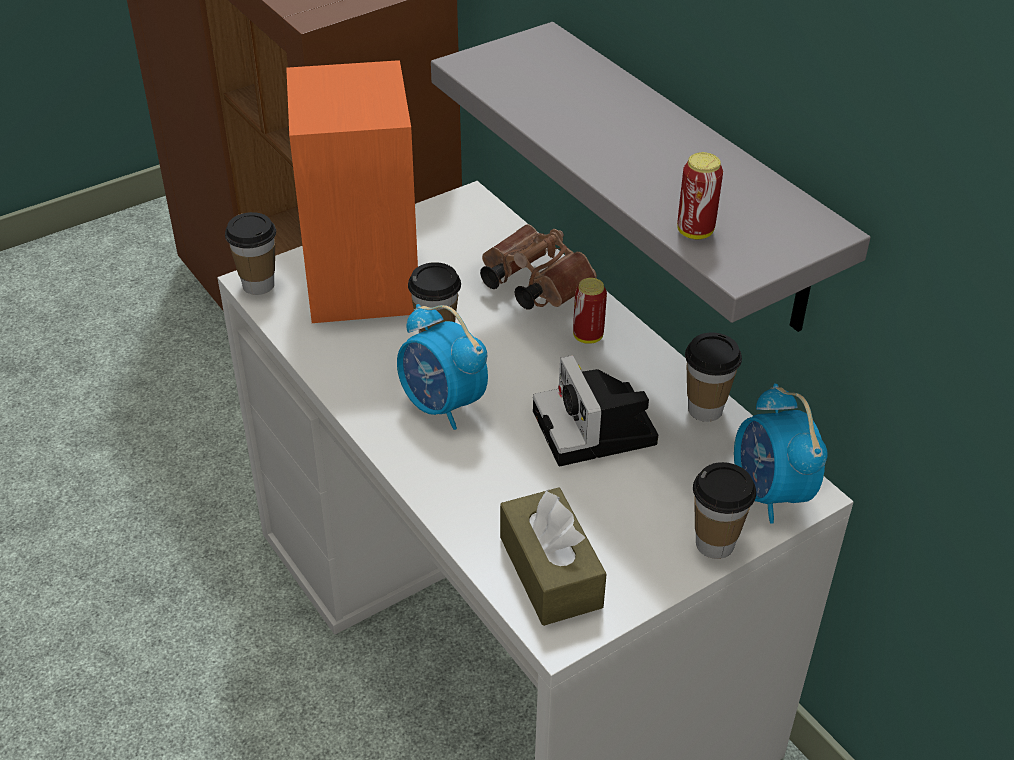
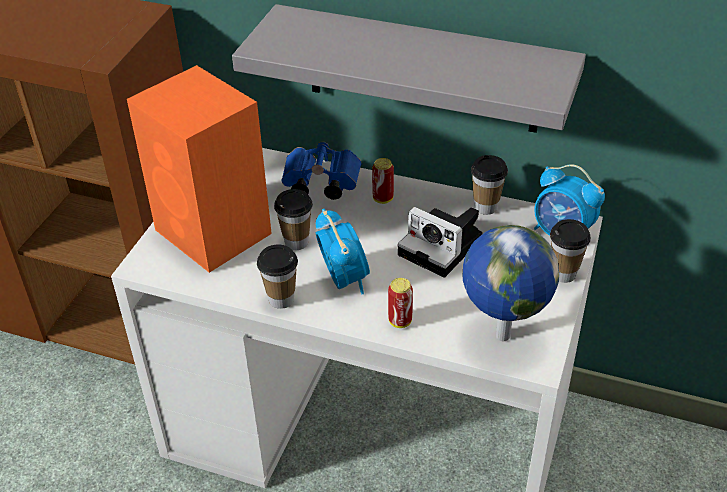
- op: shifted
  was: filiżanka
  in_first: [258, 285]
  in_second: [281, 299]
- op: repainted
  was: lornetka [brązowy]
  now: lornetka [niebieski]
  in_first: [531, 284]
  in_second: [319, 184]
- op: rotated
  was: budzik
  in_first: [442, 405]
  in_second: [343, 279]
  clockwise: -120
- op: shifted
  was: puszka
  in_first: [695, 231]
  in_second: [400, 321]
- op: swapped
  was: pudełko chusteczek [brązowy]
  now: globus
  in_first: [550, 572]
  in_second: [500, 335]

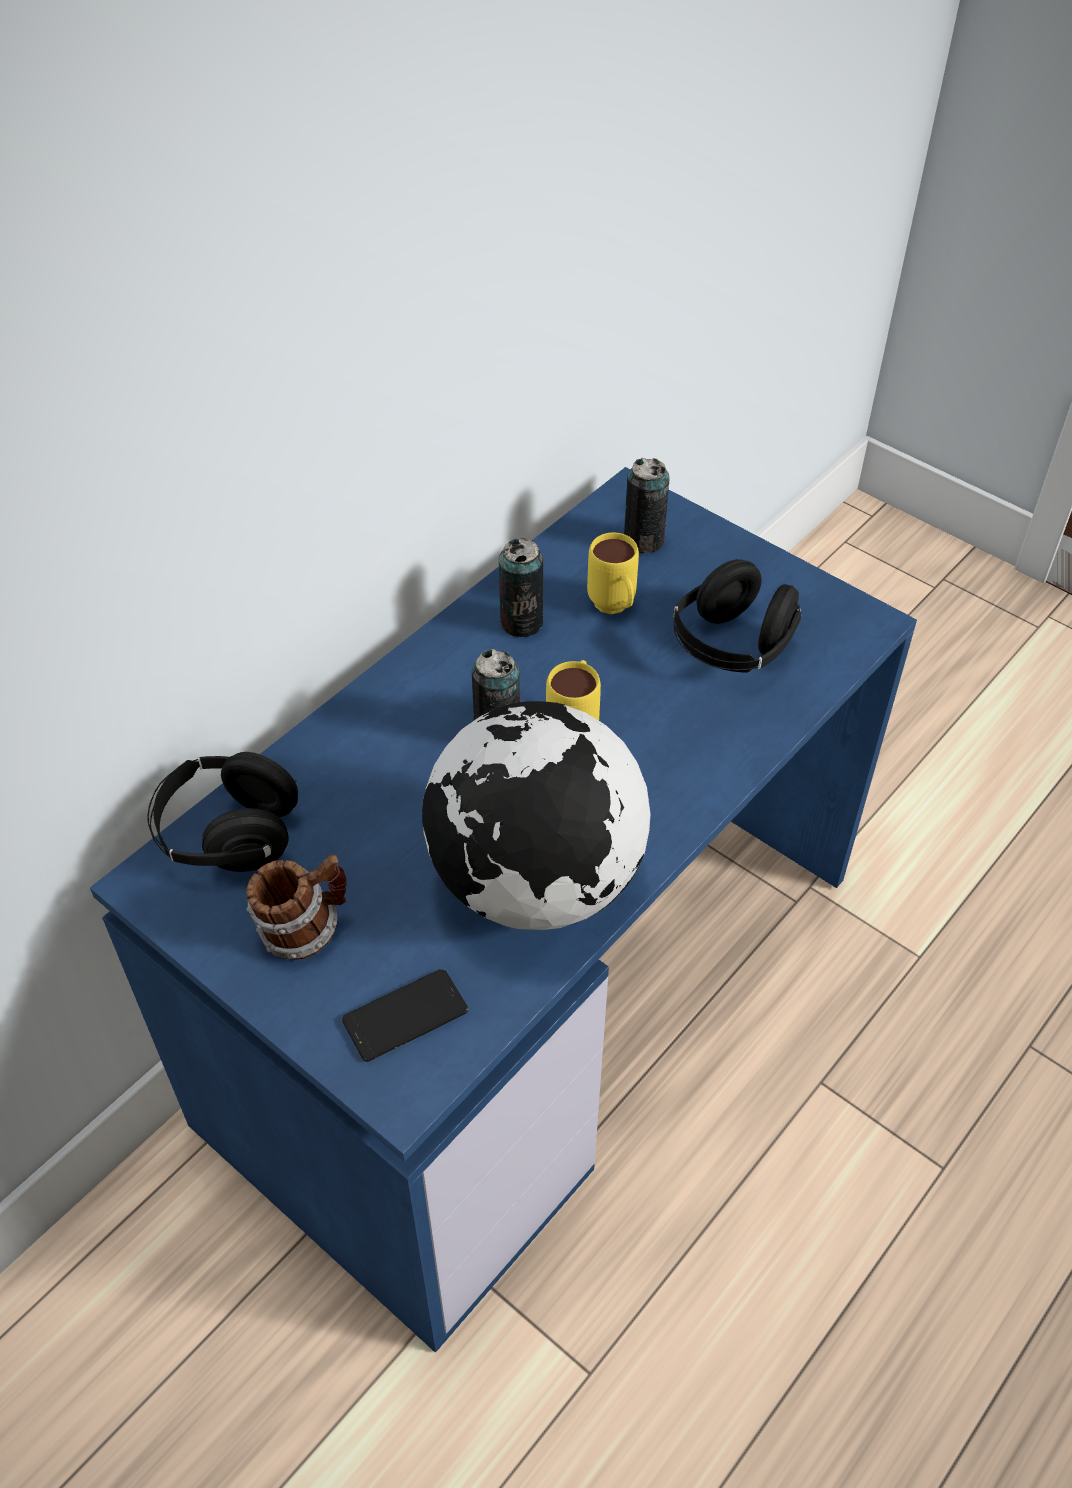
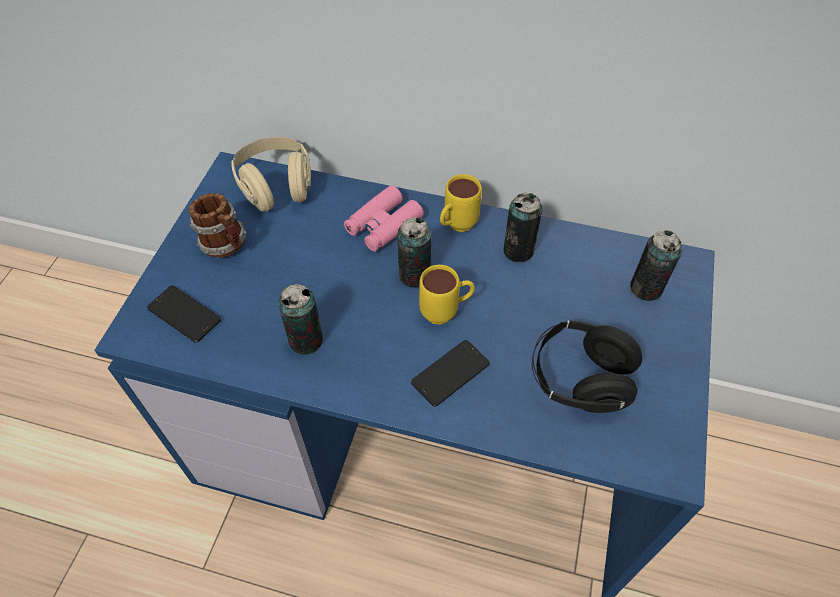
- op: repainted
  was: słuchawki [czarny]
  now: słuchawki [beżowy]
  in_first: [228, 835]
  in_second: [276, 187]
- op: swapped
  was: globus
  now: puszka
  in_first: [536, 882]
  in_second: [306, 340]
- op: new
  now: lornetka [różowy]
  in_second: [383, 225]
- op: new
  now: telefon
  in_second: [450, 373]
- op: shifted
  was: kubek [żółty]
  in_first: [614, 609]
  in_second: [456, 227]

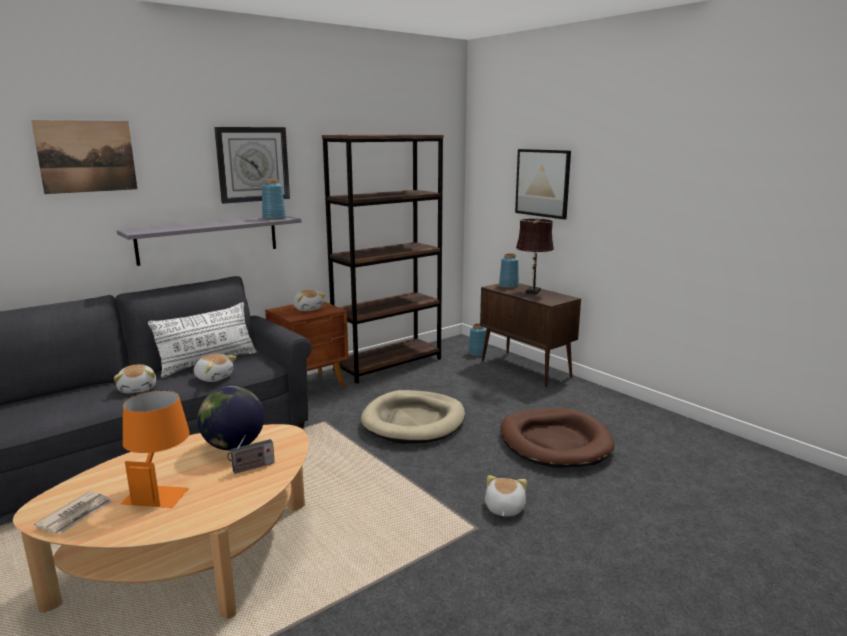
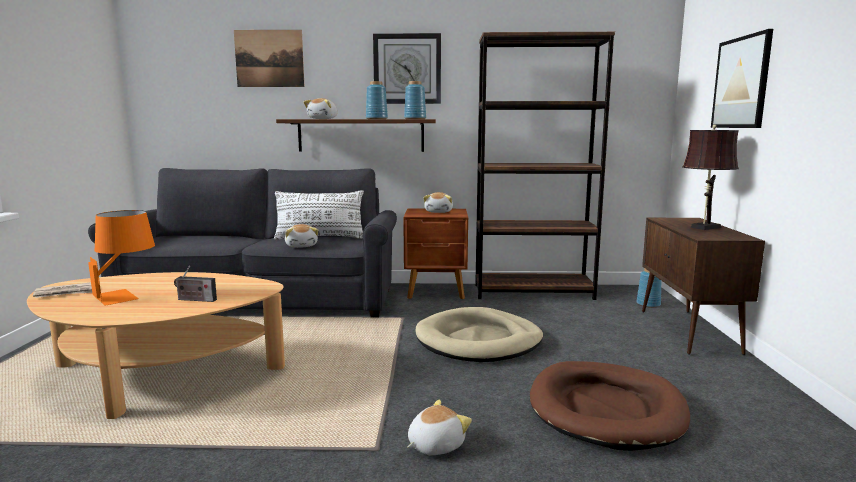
- op: repainted
  was: półka [szary]
  now: półka [brązowy]
  in_first: [209, 239]
  in_second: [361, 135]
- op: shifted
  was: pluszak
  in_first: [138, 389]
  in_second: [323, 119]
- op: shifted
  was: wazon [niebieski]
  in_first: [508, 286]
  in_second: [377, 119]
- op: gone
  was: globus
  in_first: [233, 446]

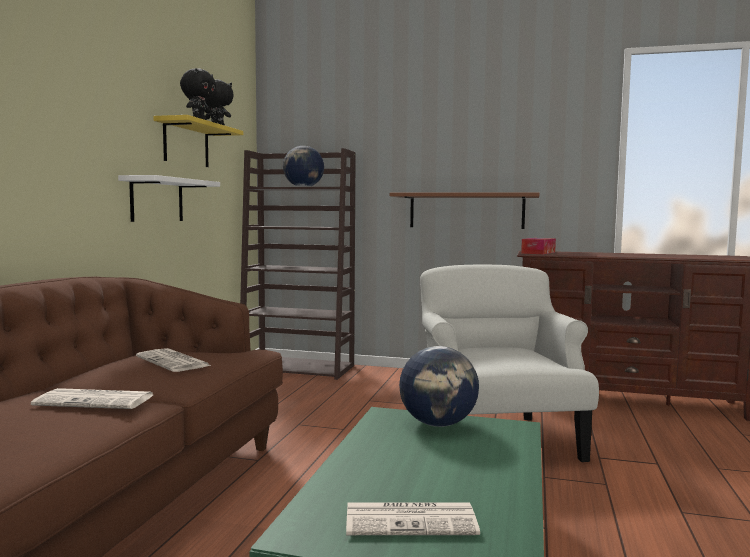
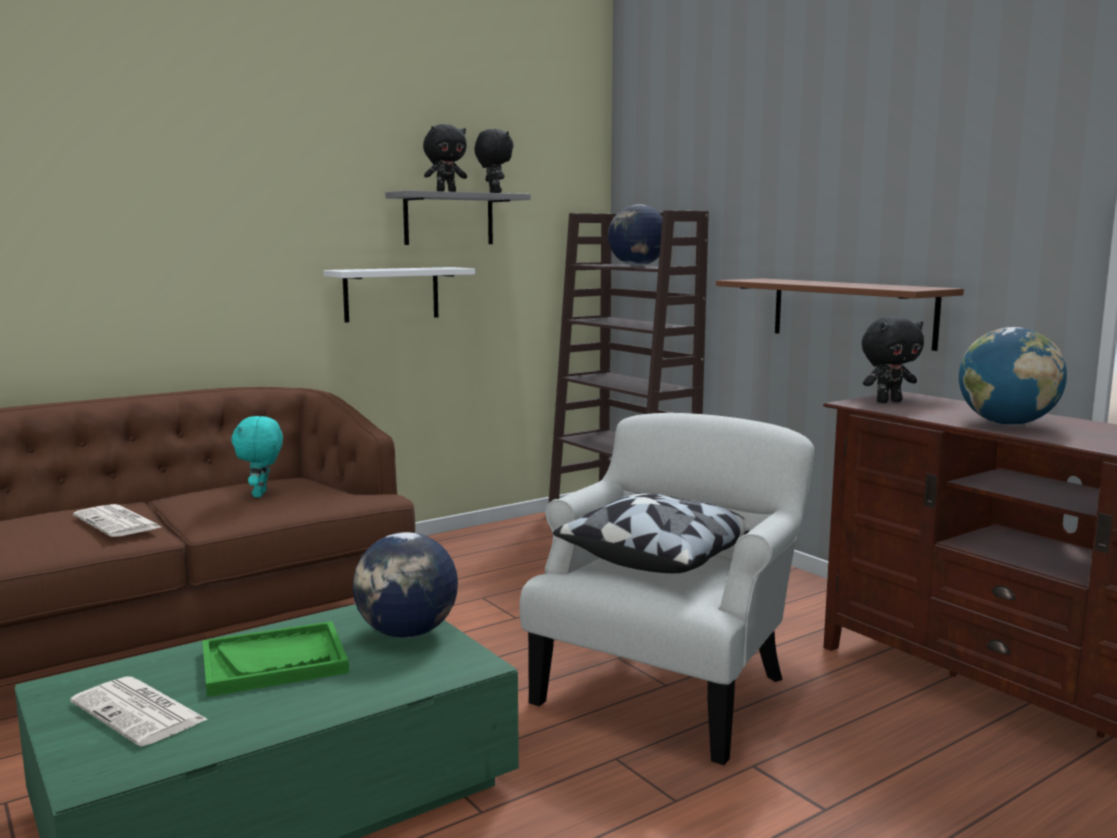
- op: new
  now: taca [zielony]
  in_second: [274, 662]
- op: swapped
  was: gazeta
  now: pluszak [turkusowy]
  in_first: [174, 362]
  in_second: [261, 494]
- op: repainted
  was: półka [żółty]
  now: półka [szary]
  in_first: [186, 144]
  in_second: [448, 219]
- op: new
  now: poduszka
  in_second: [659, 557]
- op: swapped
  was: pudełko chusteczek
  now: pluszak [czarny]
  in_first: [538, 252]
  in_second: [888, 401]
- op: new
  now: globus
  in_second: [1007, 424]

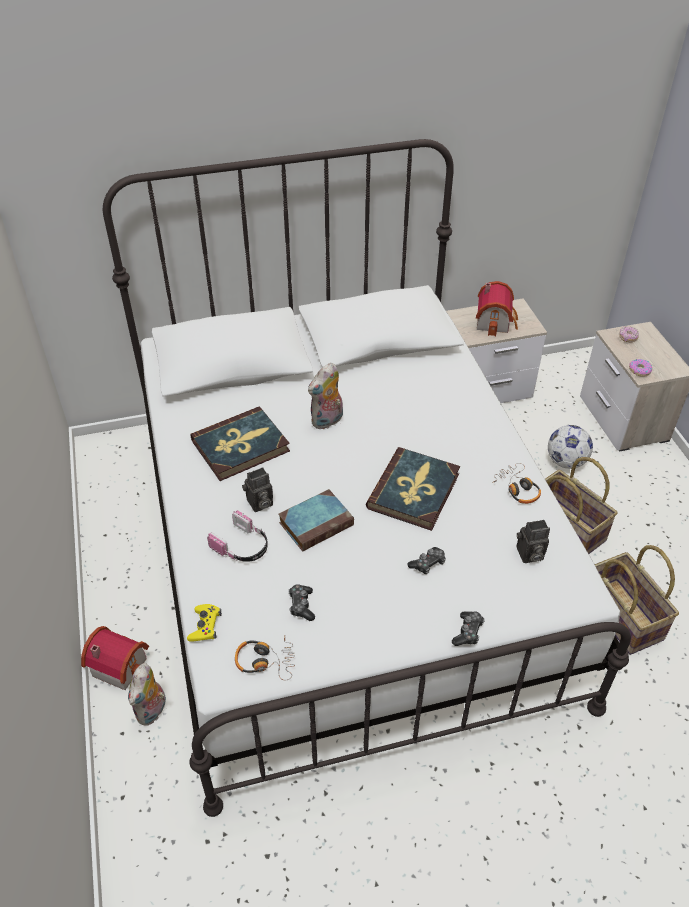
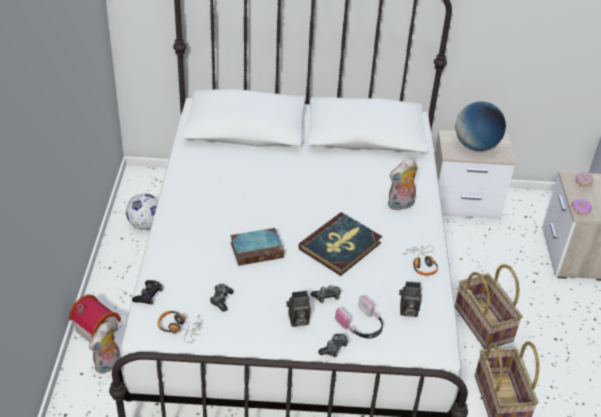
- op: shifted
  was: piłka futbolowa
  in_first: [566, 461]
  in_second: [146, 225]
- op: repainted
  was: pad do gier [żółty]
  now: pad do gier [czarny]
  in_first: [205, 626]
  in_second: [148, 295]
- op: shifted
  was: aparat fotograficzny
  in_first: [259, 504]
  in_second: [297, 321]
- op: shifted
  was: słuchawki
  in_first: [242, 546]
  in_second: [361, 326]
- op: shifted
  was: pluszak
  in_first: [327, 421]
  in_second: [401, 205]
- op: swapped
  was: domek
  now: globus
  in_first: [495, 321]
  in_second: [476, 146]
- op: gone
  was: książka
  in_first: [240, 446]

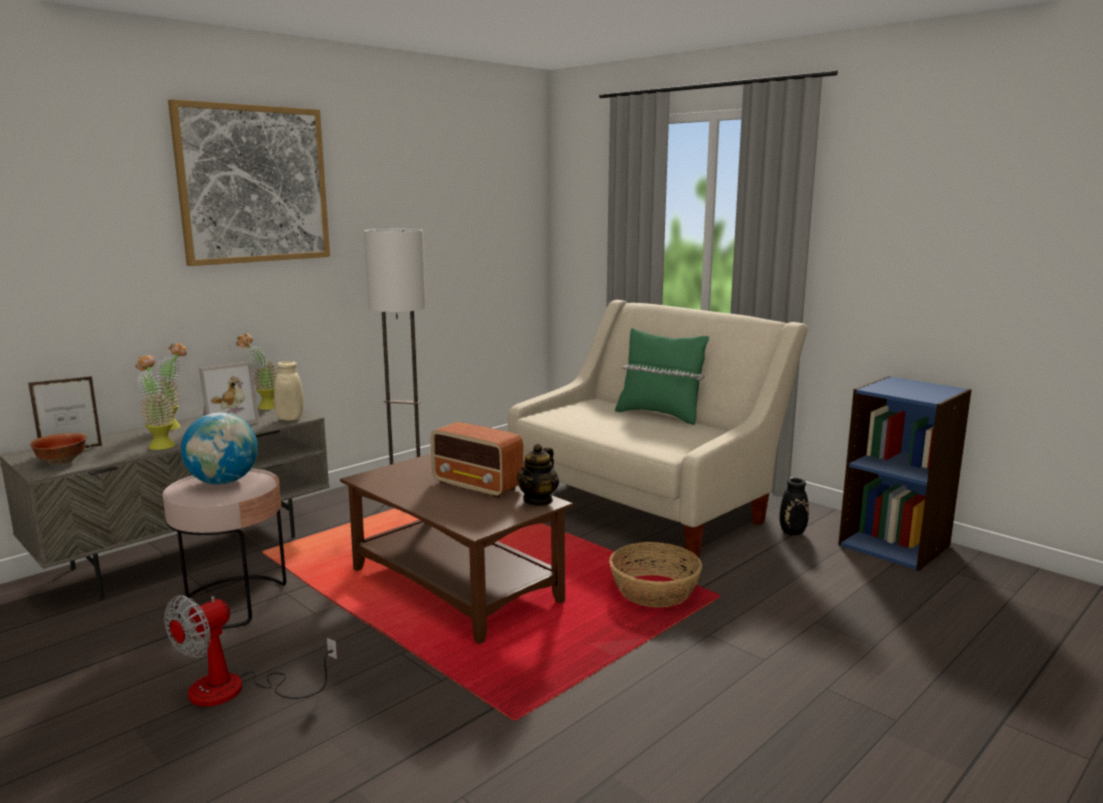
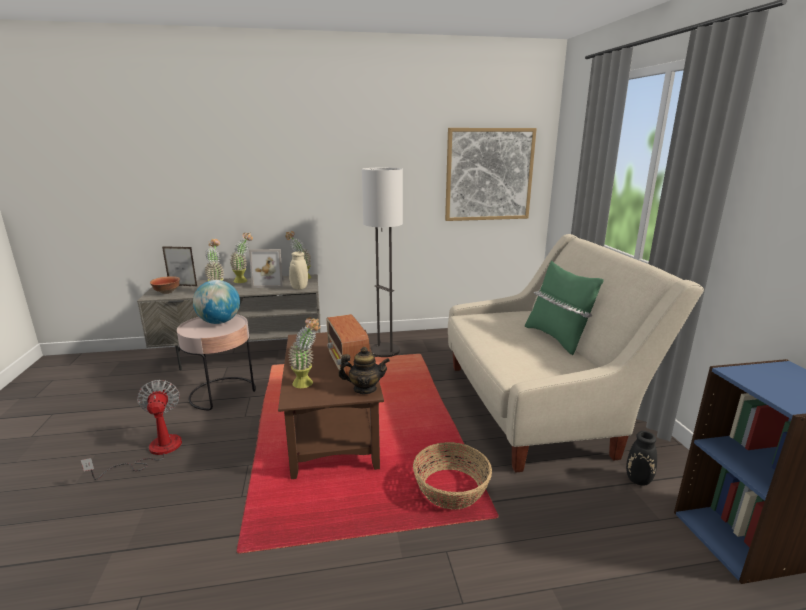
- op: rotated
  was: wentylator
  in_first: [236, 690]
  in_second: [154, 451]
  clockwise: 90
- op: new
  now: roślina doniczkowa
  in_second: [307, 384]
- op: rotated
  was: imbryk
  in_first: [538, 500]
  in_second: [365, 389]
  clockwise: -150
- op: shifted
  was: obraz
  in_first: [254, 184]
  in_second: [489, 175]

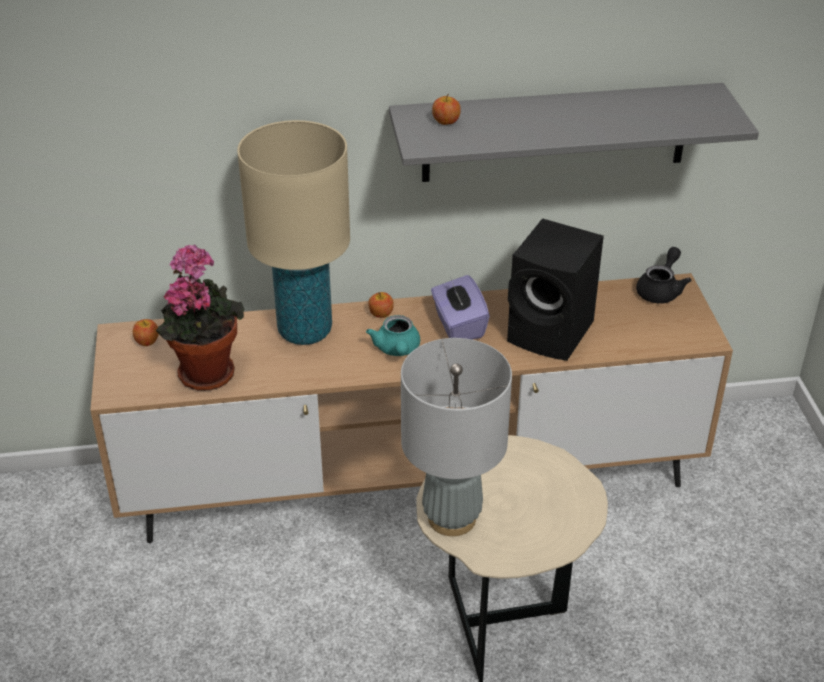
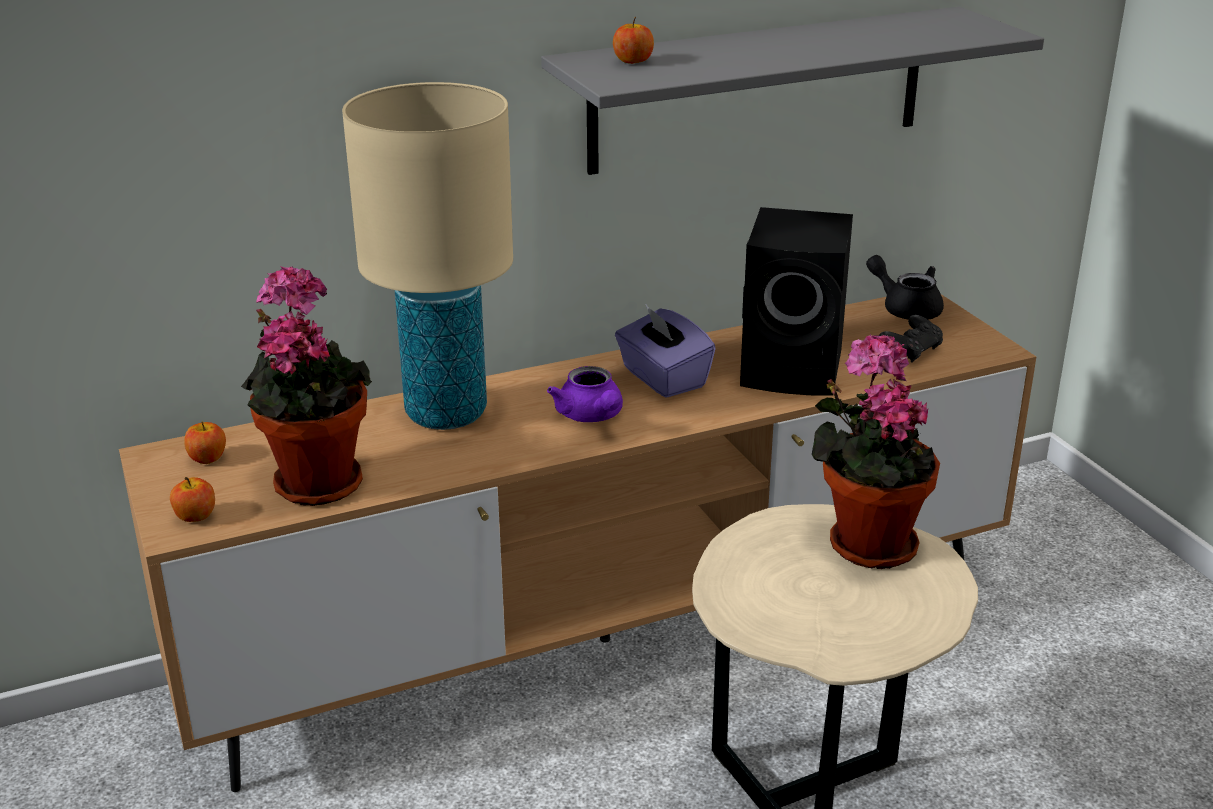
- op: shifted
  was: jabłko
  in_first: [381, 314]
  in_second: [195, 516]
- op: repainted
  was: imbryk [turkusowy]
  now: imbryk [fioletowy]
  in_first: [397, 350]
  in_second: [591, 416]
- op: new
  now: roślina doniczkowa
  in_second: [866, 542]
- op: rotated
  was: imbryk [czarny]
  in_first: [661, 290]
  in_second: [906, 308]
  clockwise: -60
- op: new
  now: pad do gier [czarny]
  in_second: [911, 351]
- op: gone
  was: lampa stołowa [szary]
  in_first: [451, 518]

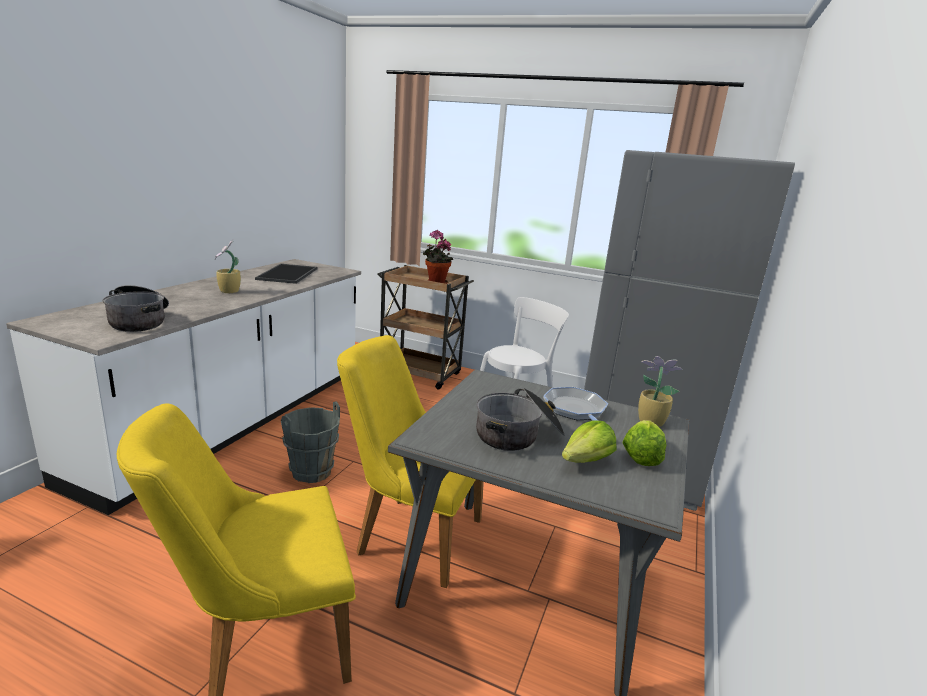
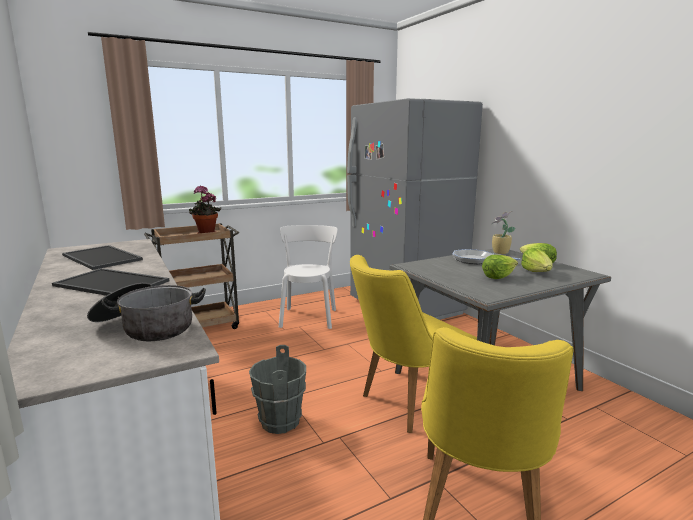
- op: swapped
  was: roślina doniczkowa
  now: taca
  in_first: [229, 291]
  in_second: [114, 283]
- op: swapped
  was: garnek
  now: sałata
  in_first: [518, 435]
  in_second: [498, 276]

